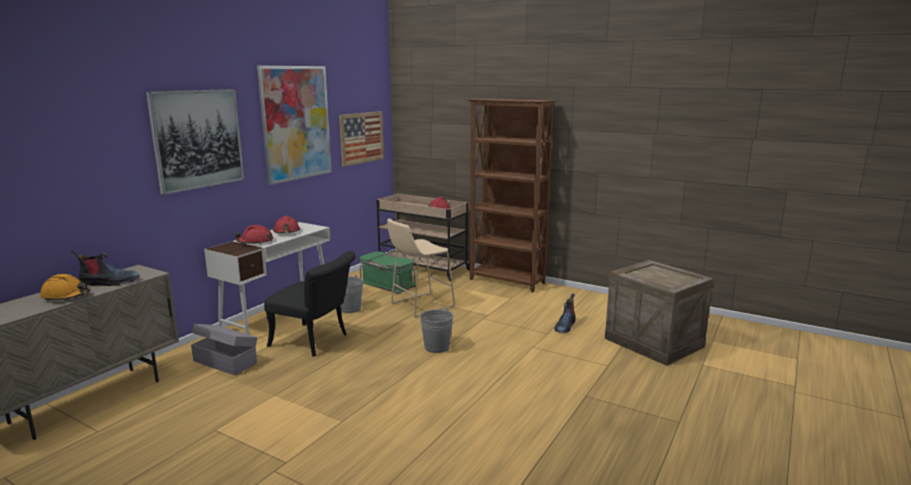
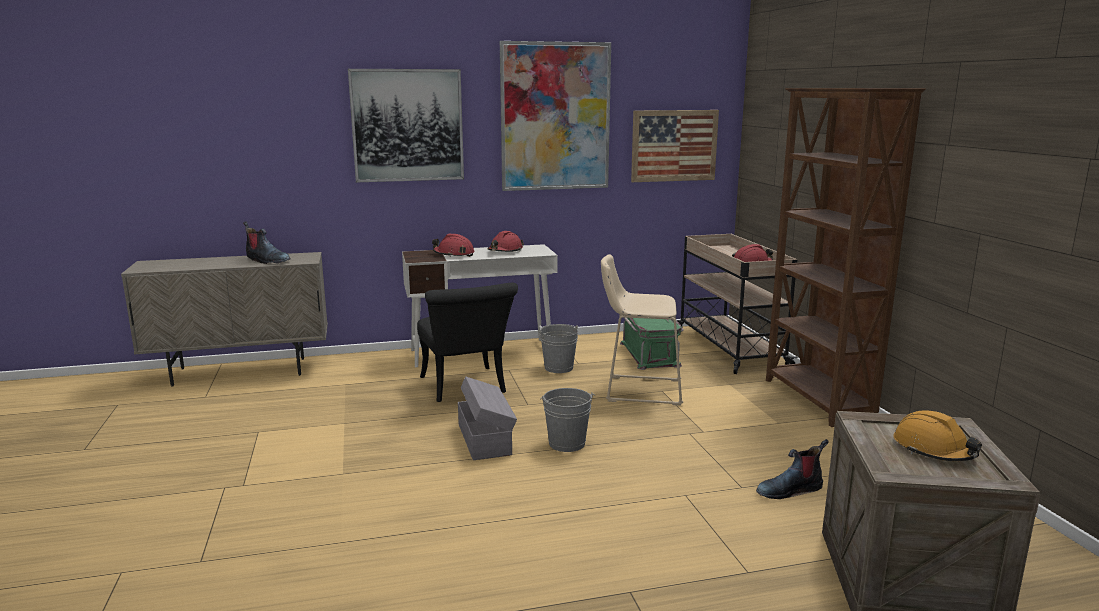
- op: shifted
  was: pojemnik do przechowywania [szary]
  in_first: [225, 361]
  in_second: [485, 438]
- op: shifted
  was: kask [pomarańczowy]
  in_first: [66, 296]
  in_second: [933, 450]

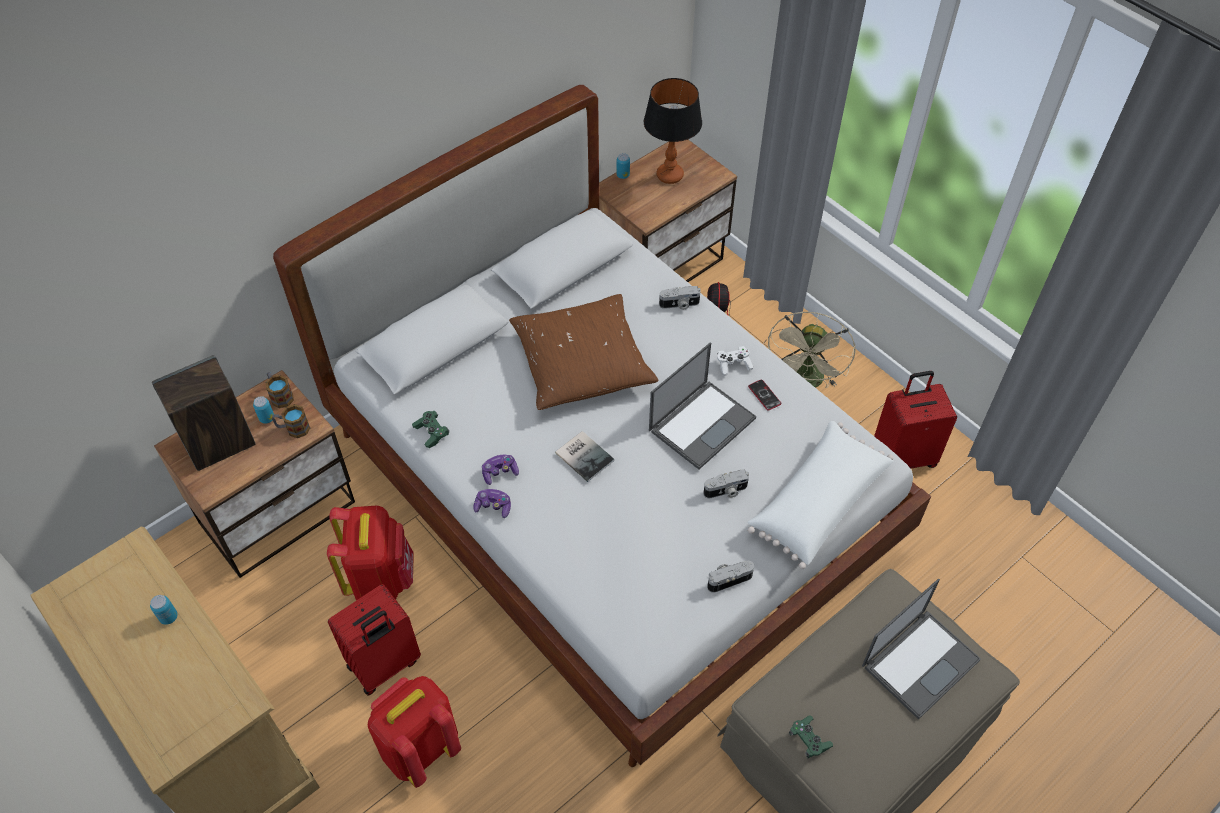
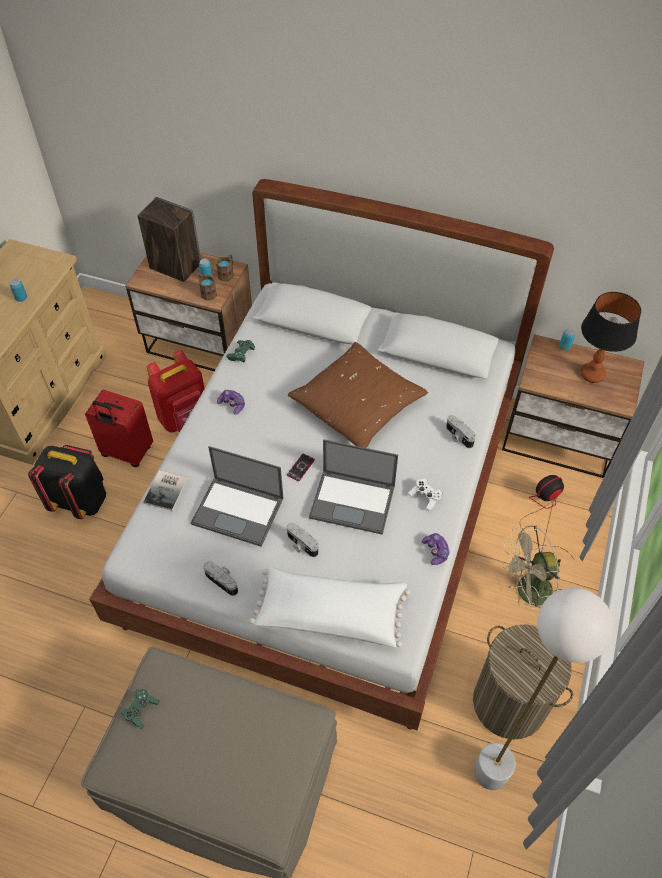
- op: repainted
  was: plecak [czerwony]
  now: plecak [czarny]
  in_first: [420, 748]
  in_second: [80, 501]
- op: shifted
  was: książka
  in_first: [585, 455]
  in_second: [167, 490]
- op: shifted
  was: laptop
  in_first: [921, 661]
  in_second: [239, 511]
- op: shifted
  was: telefon
  in_first: [764, 395]
  in_second: [301, 467]
- op: shifted
  was: pad do gier
  in_first: [493, 506]
  in_second: [435, 551]
- op: swapped
  was: walizka [czerwony]
  now: kosz na pranie
  in_first: [903, 456]
  in_second: [509, 703]
- op: new
  now: lampa stojąca [biały]
  in_second: [490, 771]

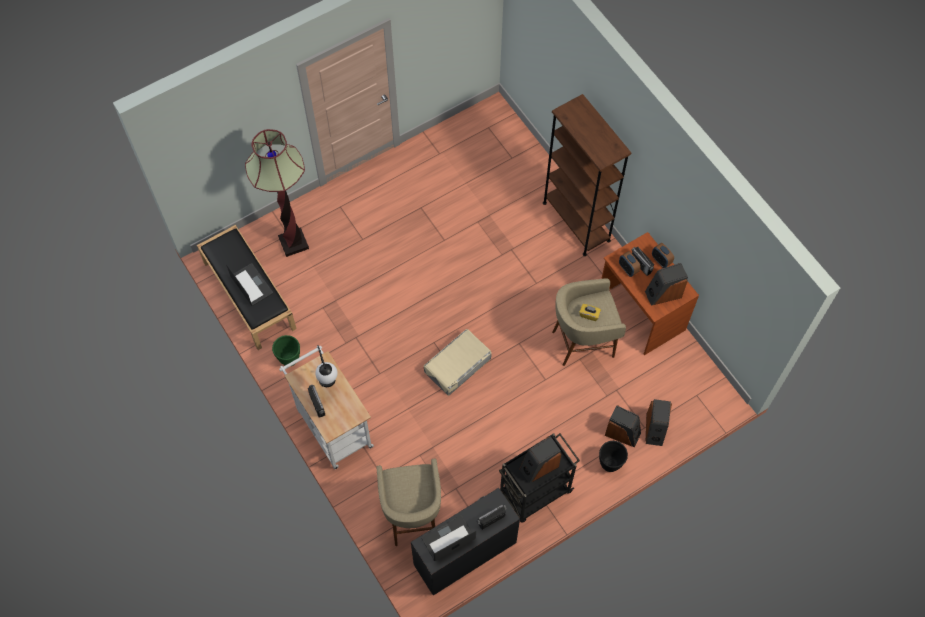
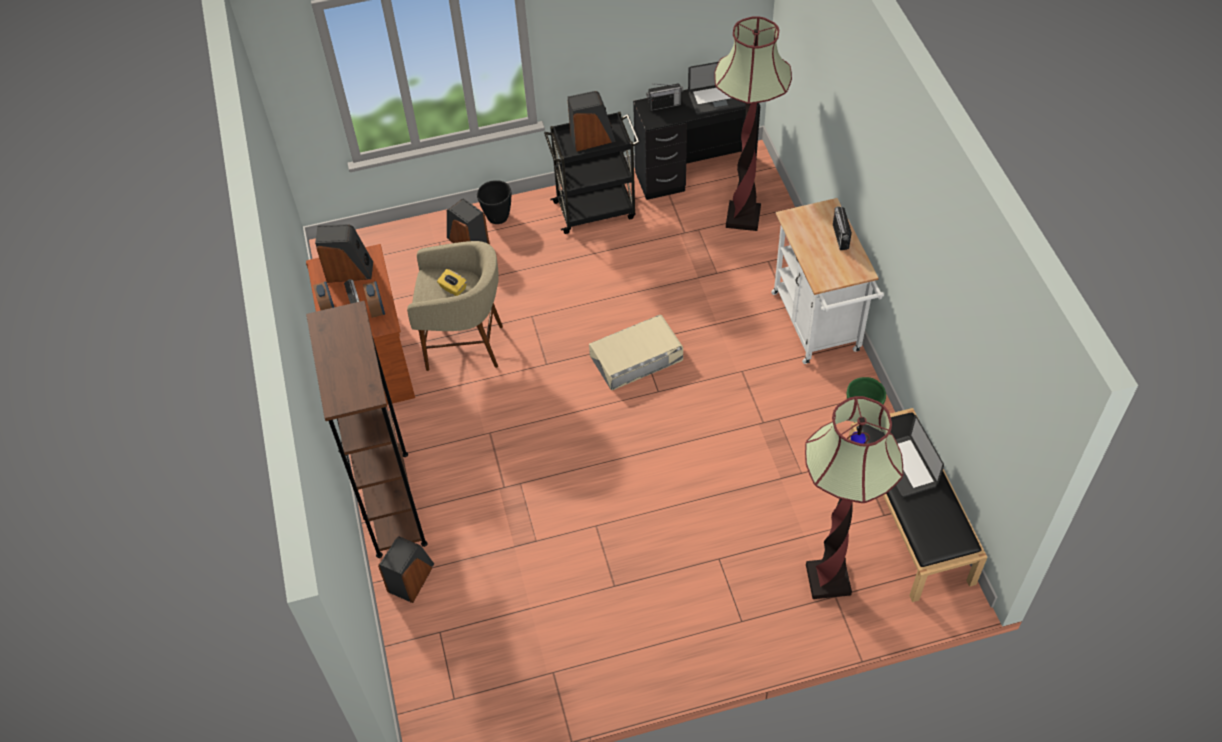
- op: shifted
  was: głośnik
  in_first: [655, 429]
  in_second: [411, 578]
- op: swapped
  was: stołek [beżowy]
  now: lampa stojąca
  in_first: [412, 516]
  in_second: [743, 217]
- op: gone
  was: lampa stołowa
  in_first: [329, 385]

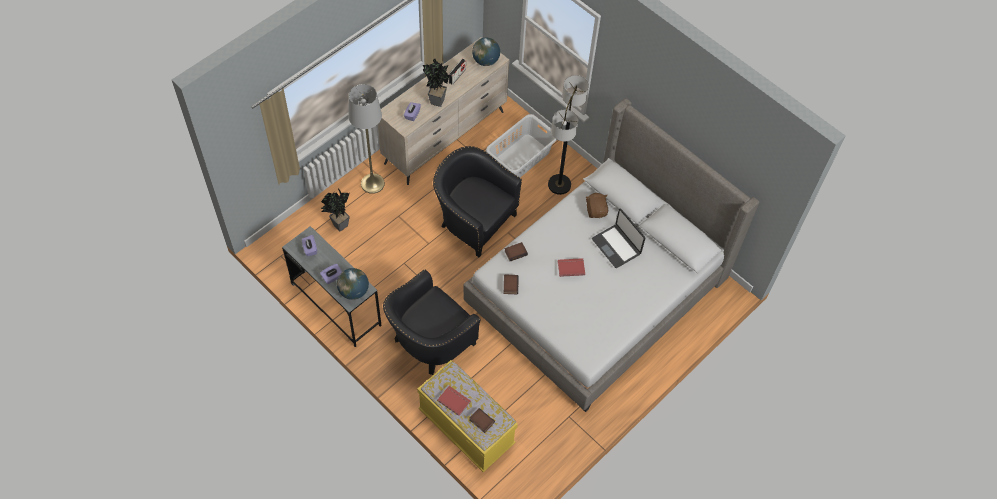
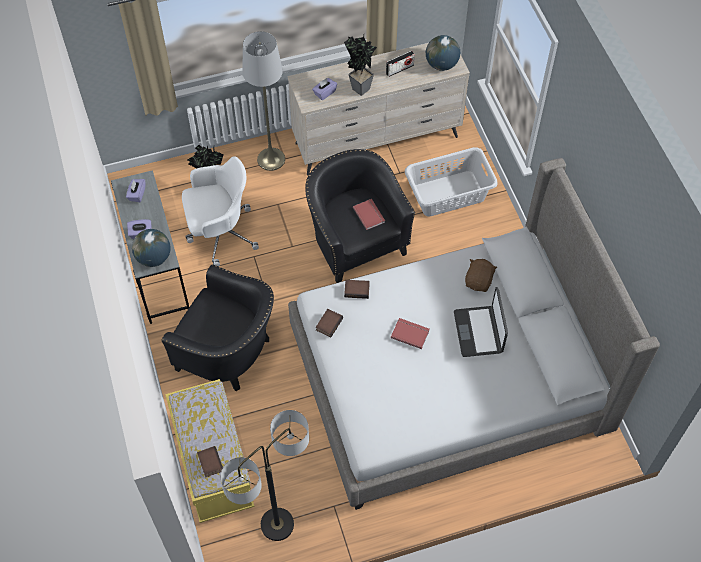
- op: rotated
  was: fotel [czarny]
  in_first: [429, 343]
  in_second: [229, 353]
  clockwise: -135
- op: new
  now: krzesło biurowe [biały]
  in_second: [220, 233]
- op: shifted
  was: lampa stojąca
  in_first: [559, 185]
  in_second: [277, 524]
- op: shifted
  was: książka [czerwony]
  in_first: [454, 400]
  in_second: [369, 214]

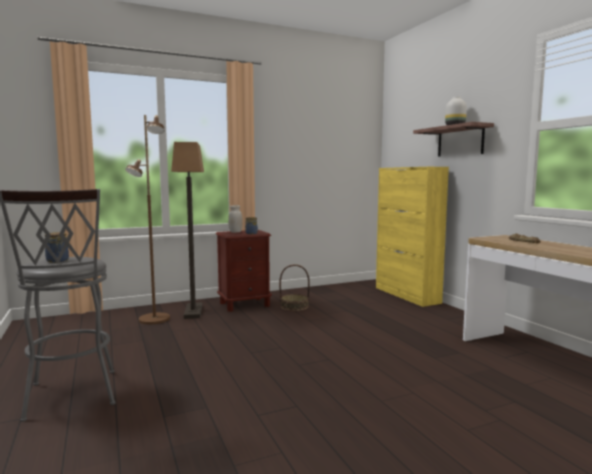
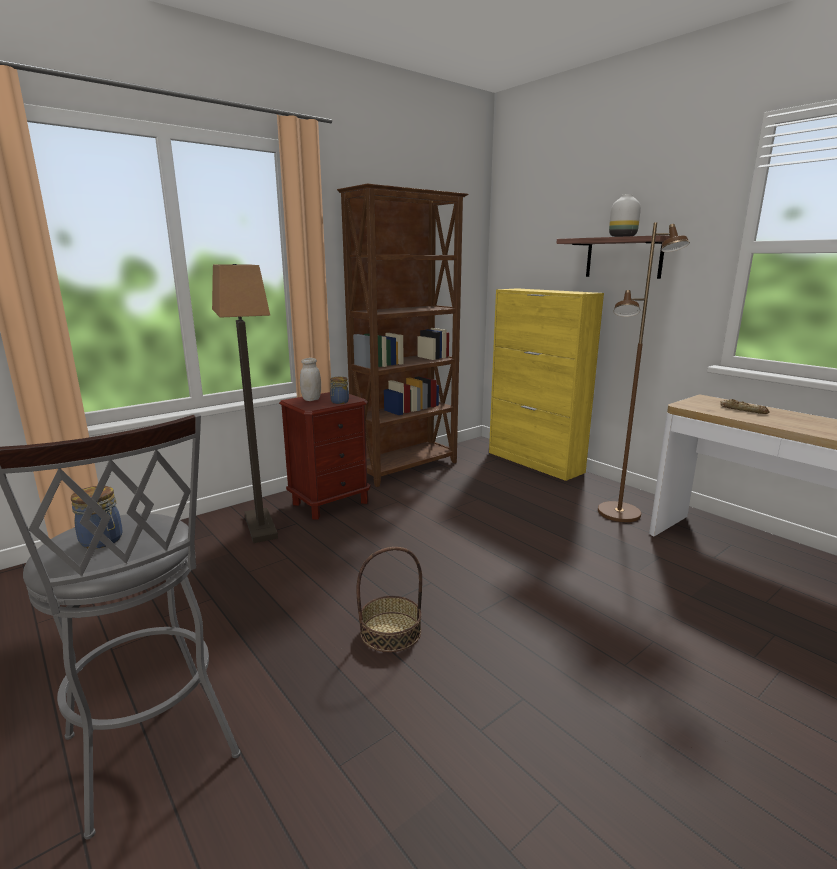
- op: new
  now: regał [brązowy]
  in_second: [407, 468]
- op: shifted
  was: koszyk
  in_first: [294, 307]
  in_second: [390, 631]
- op: shifted
  was: lampa stojąca [brązowy]
  in_first: [154, 319]
  in_second: [619, 513]

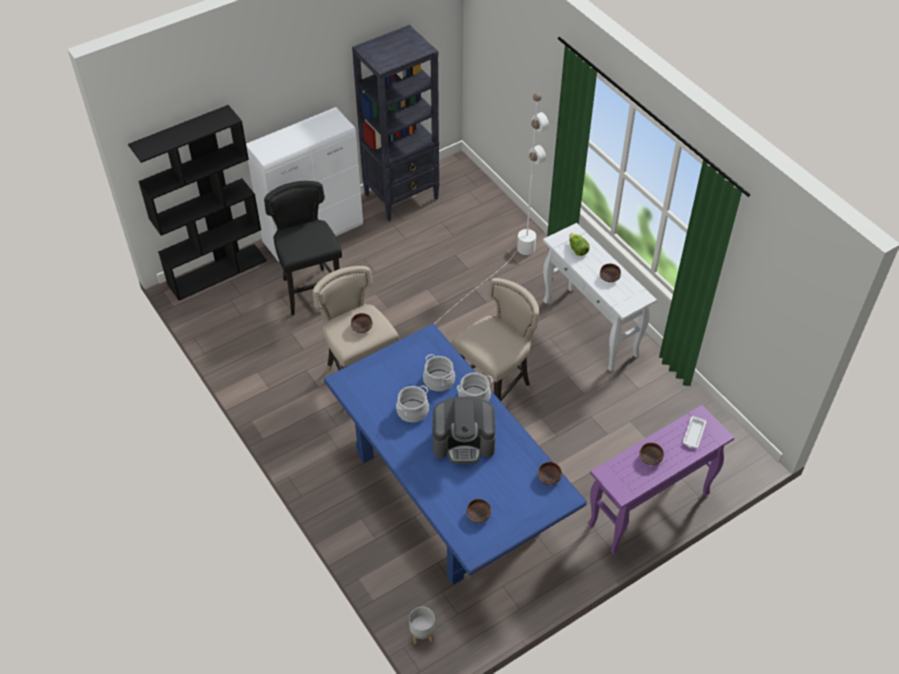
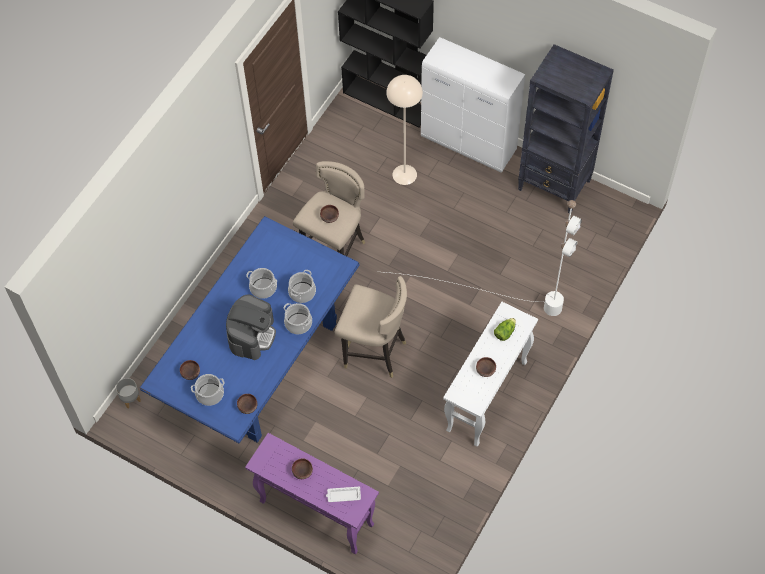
- op: new
  now: garnek
  in_second: [210, 394]
- op: rotated
  was: ekspres do kawy
  in_first: [464, 442]
  in_second: [252, 335]
  clockwise: -135
- op: swapped
  was: stołek [czarny]
  now: lampa stojąca [beżowy]
  in_first: [311, 291]
  in_second: [405, 174]

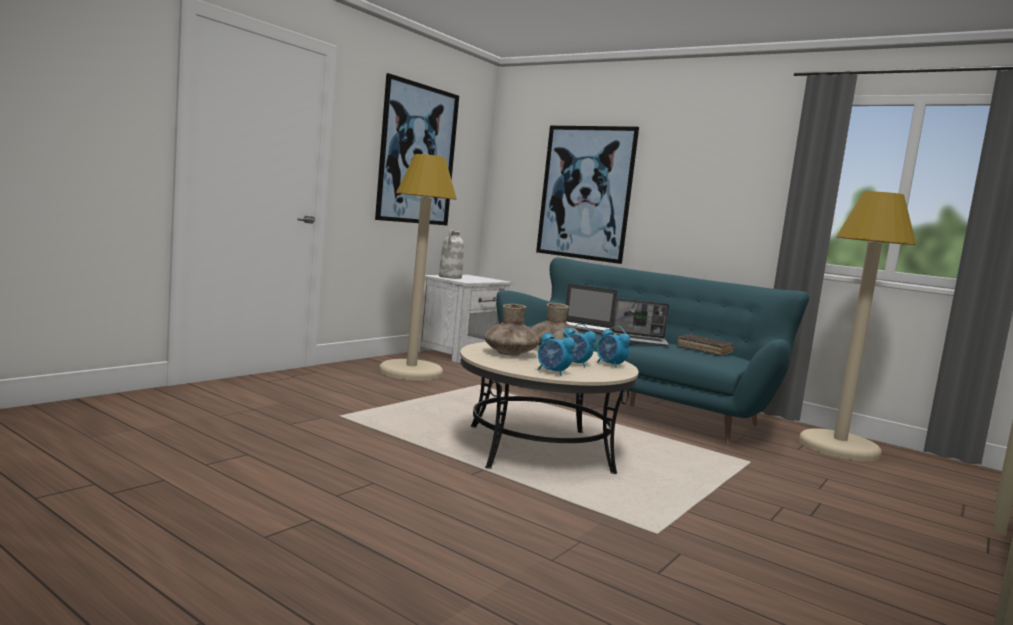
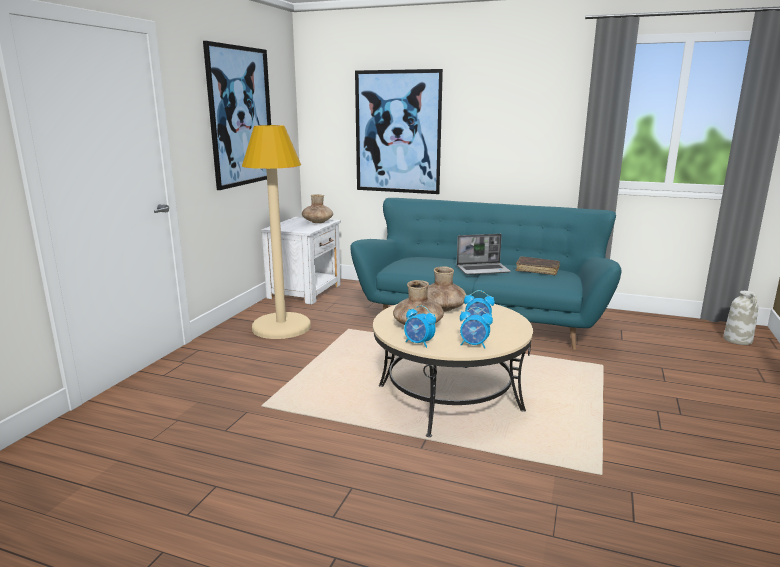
- op: new
  now: wazon [brązowy]
  in_second: [317, 222]
- op: shifted
  was: budzik
  in_first: [610, 365]
  in_second: [419, 343]
- op: shifted
  was: wazon [biały]
  in_first: [450, 277]
  in_second: [738, 340]
- op: gone
  was: laptop
  in_first: [584, 329]
- op: gone
  was: lampa stojąca [beżowy]
  in_first: [839, 447]

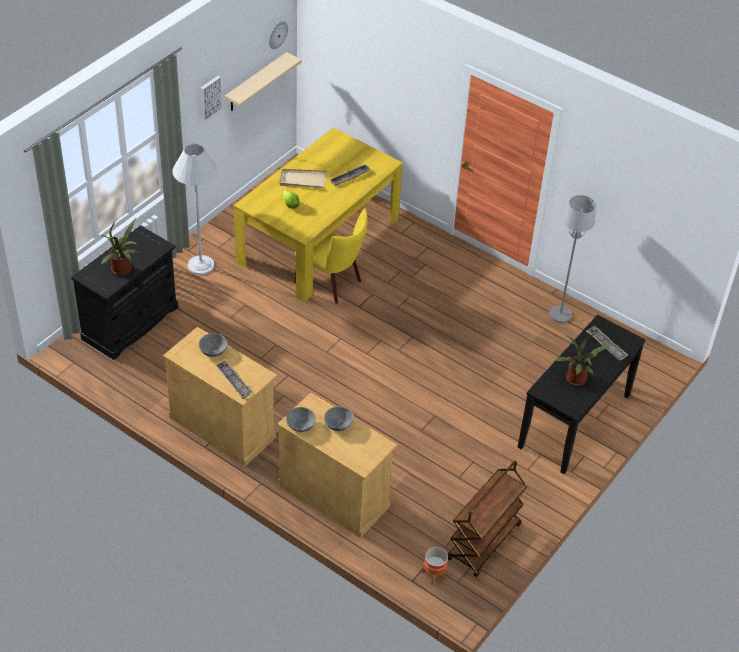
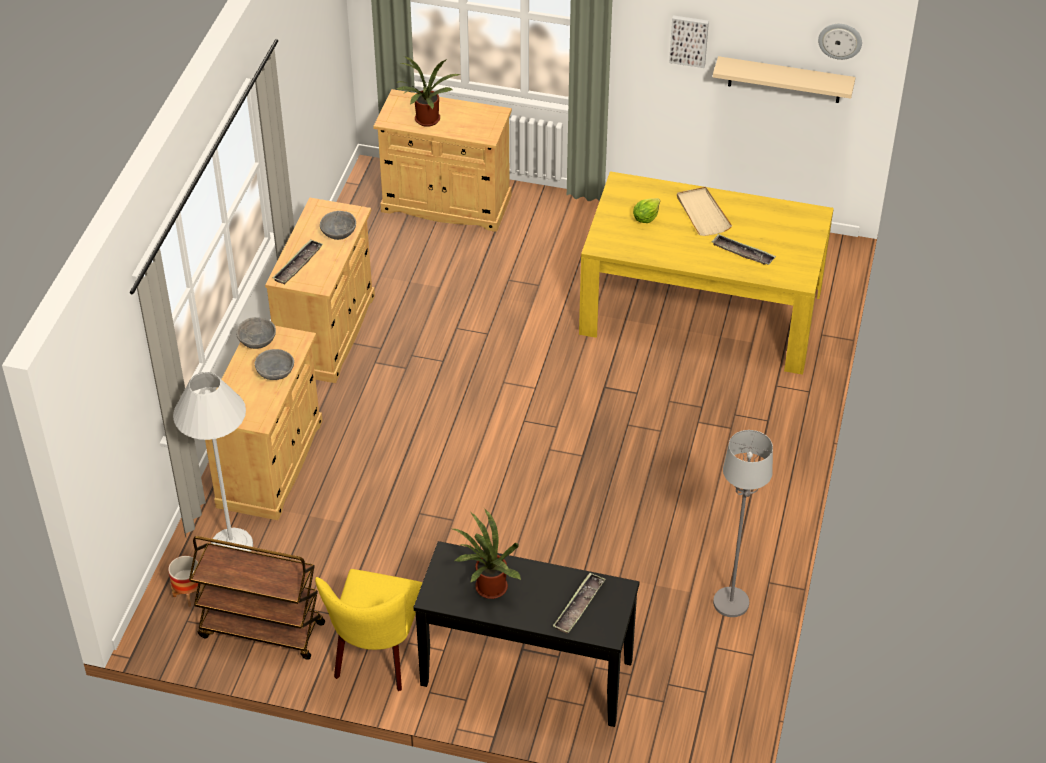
- op: shifted
  was: lampa stojąca [biały]
  in_first: [200, 265]
  in_second: [232, 545]
- op: shifted
  was: krzesło [żółty]
  in_first: [332, 283]
  in_second: [377, 656]
- op: repainted
  was: szafka [czarny]
  now: szafka [beżowy]
  in_first: [130, 323]
  in_second: [446, 204]

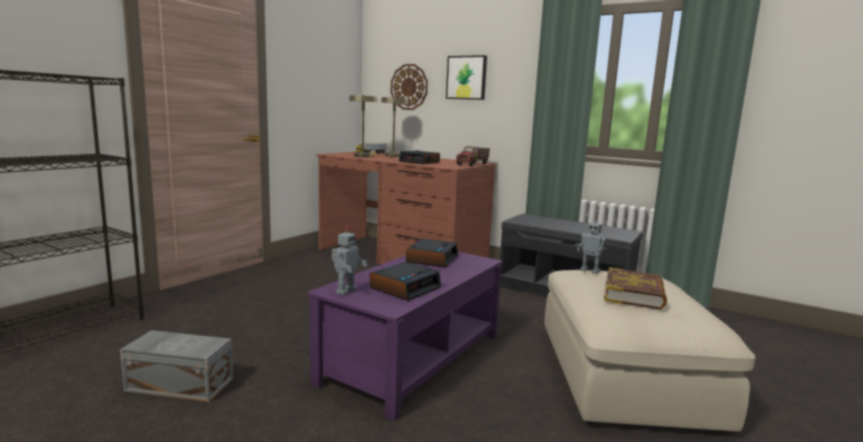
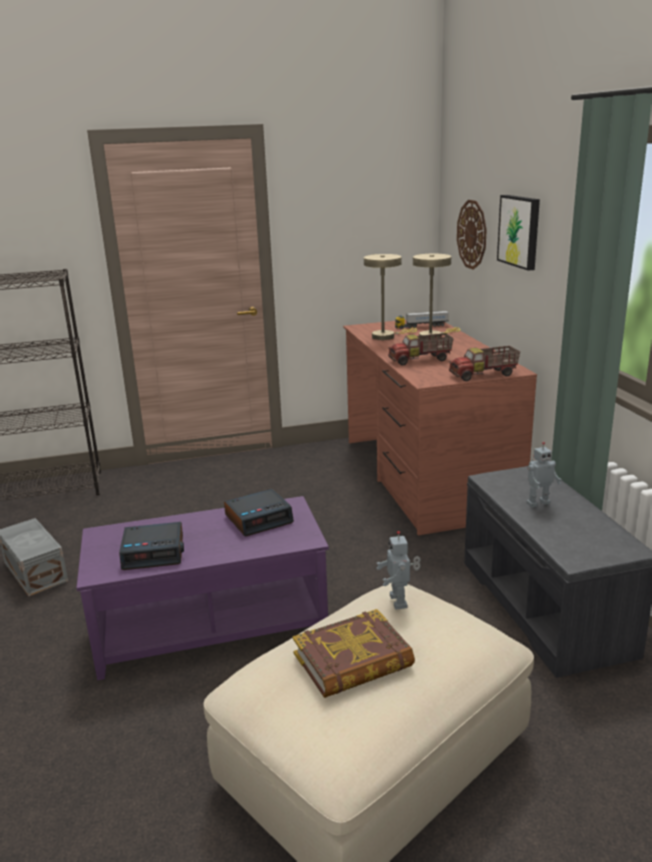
- op: swapped
  was: budzik
  now: ciężarówka zabawkowa
  in_first: [420, 162]
  in_second: [420, 360]
- op: shifted
  was: robot zabawkowy
  in_first: [345, 291]
  in_second: [537, 503]

